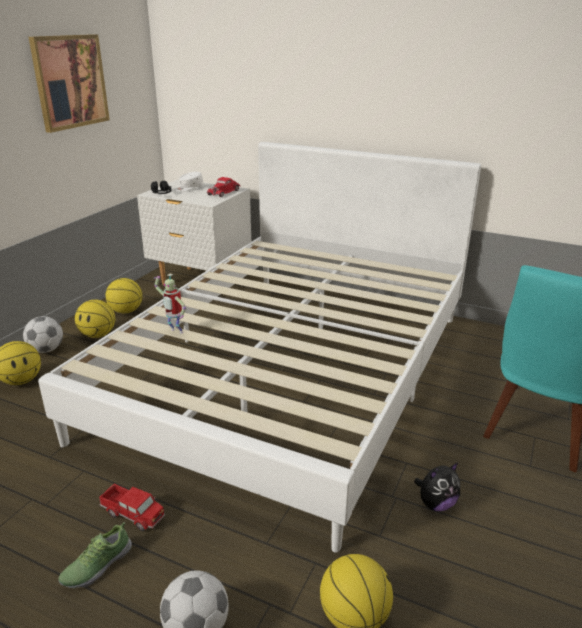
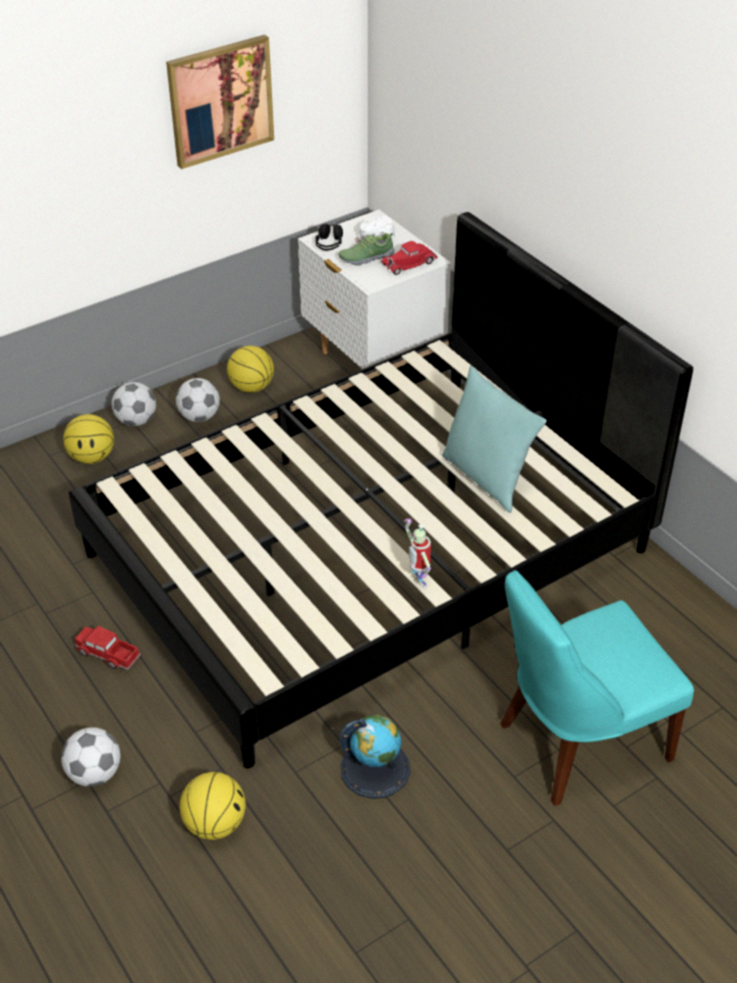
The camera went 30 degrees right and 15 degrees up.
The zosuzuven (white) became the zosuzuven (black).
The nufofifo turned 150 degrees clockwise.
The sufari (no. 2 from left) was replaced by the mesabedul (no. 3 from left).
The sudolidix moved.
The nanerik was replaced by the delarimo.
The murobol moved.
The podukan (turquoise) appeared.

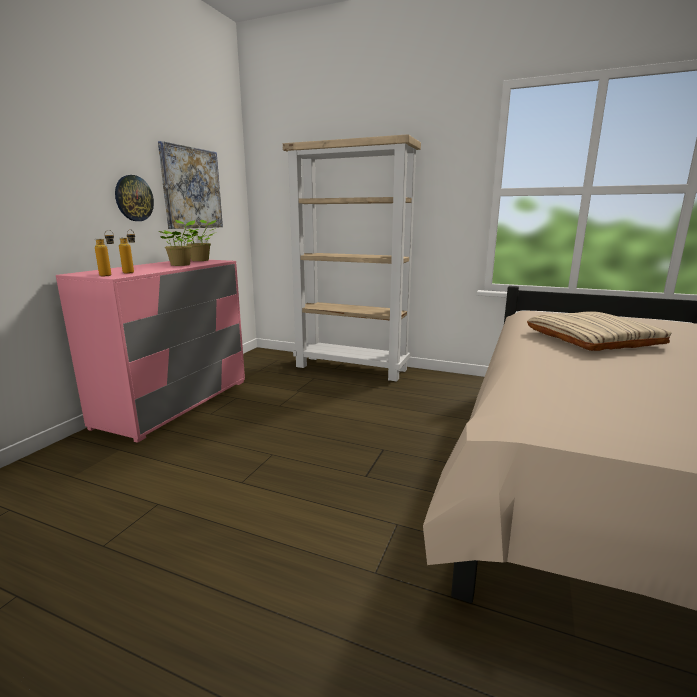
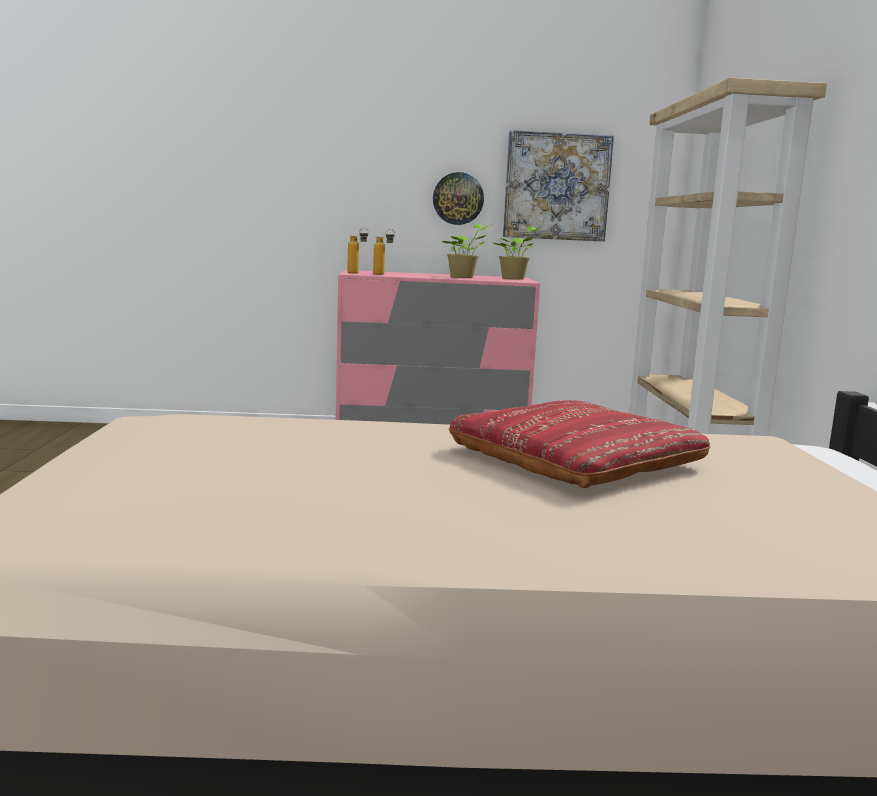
The camera went 65 degrees right and 5 degrees down.
The podukan (beige) became the podukan (red).

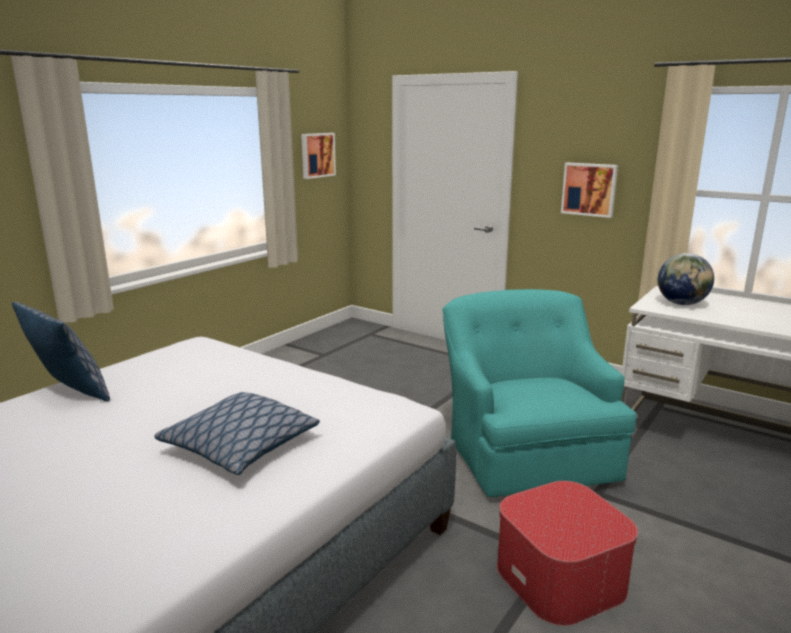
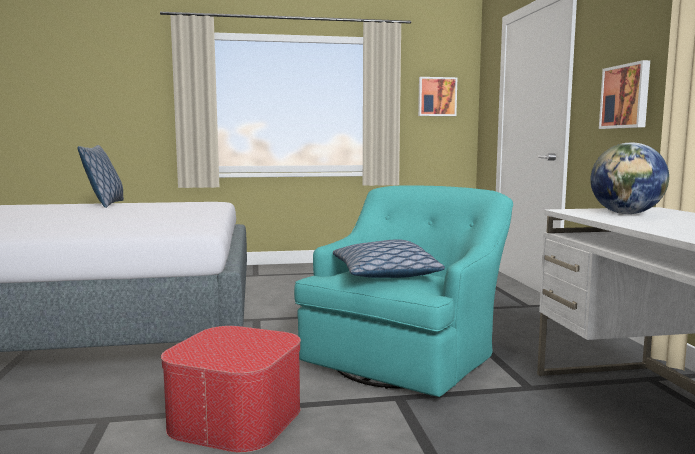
The camera went 45 degrees right and 10 degrees down.
The podukan (no. 2 from left) moved.

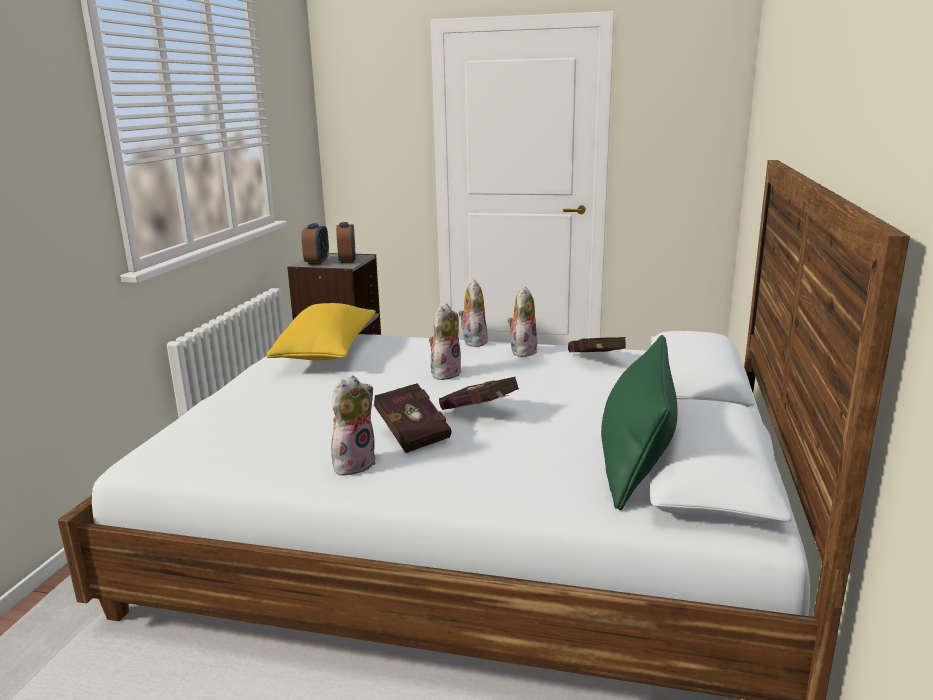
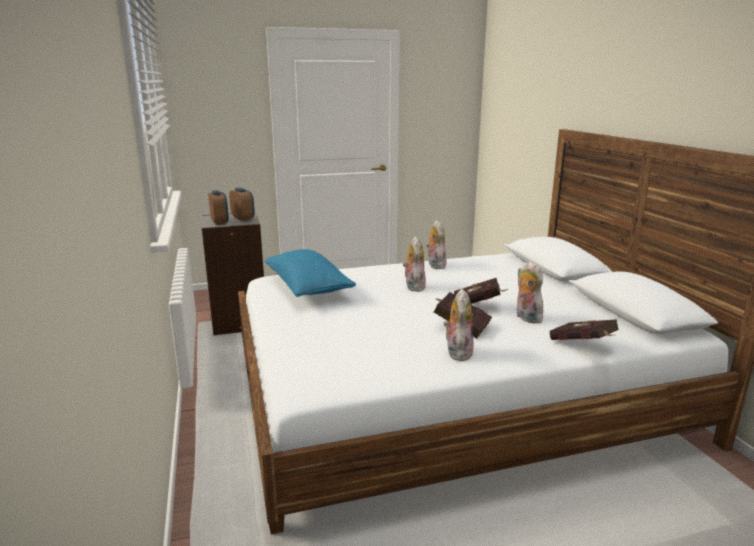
The camera went 30 degrees left and 0 degrees up.
The podukan (yellow) became the podukan (blue).
The nanerik (no. 3 from left in the first image) moved.
The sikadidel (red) (no. 3 from left) moved.
The podukan (green) disappeared.

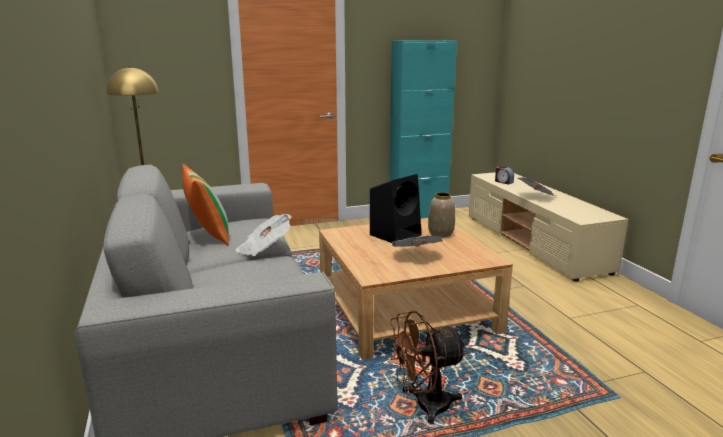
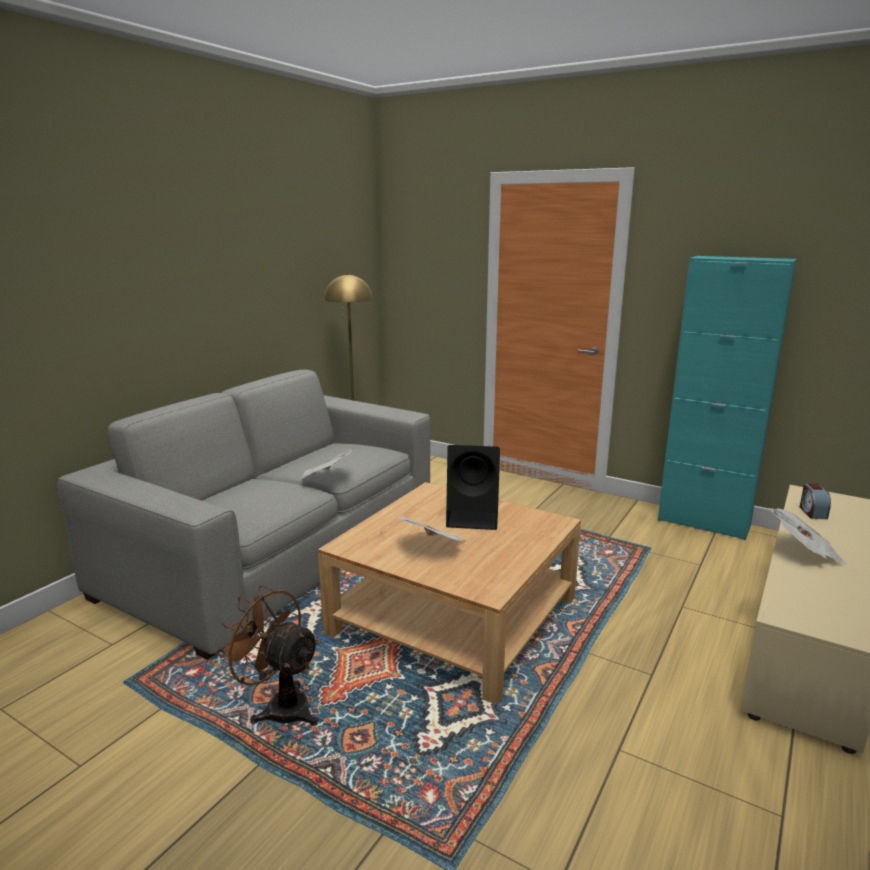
The camera went 50 degrees right and 0 degrees up.
The podukan disappeared.
The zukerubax disappeared.

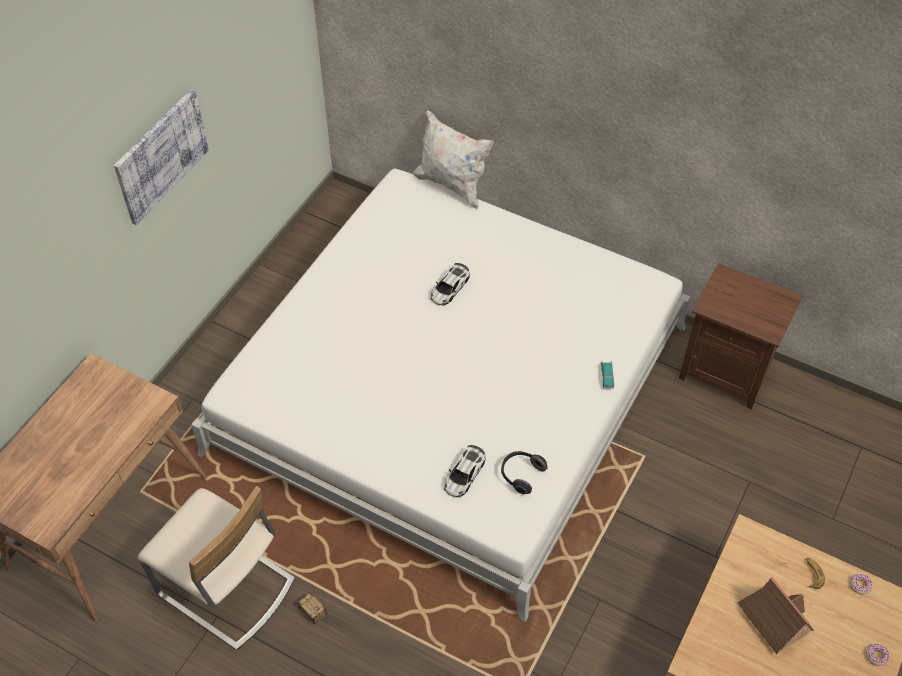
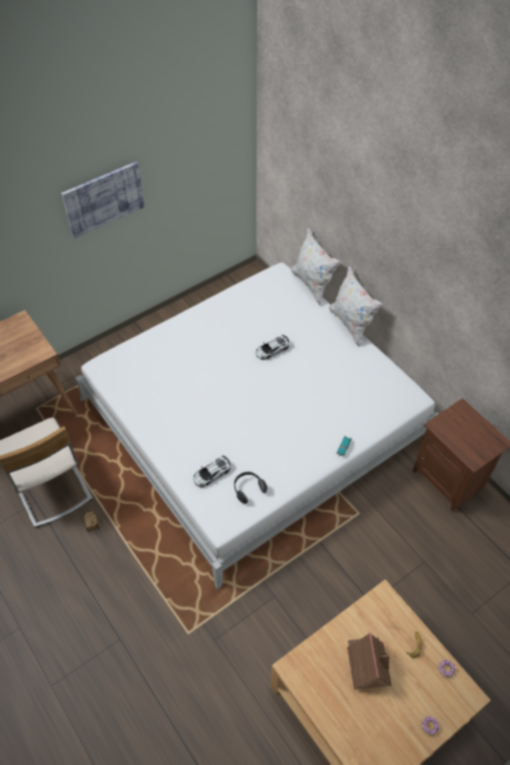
The camera went 25 degrees right and 0 degrees up.
The podukan (white) (no. 2 from left) appeared.

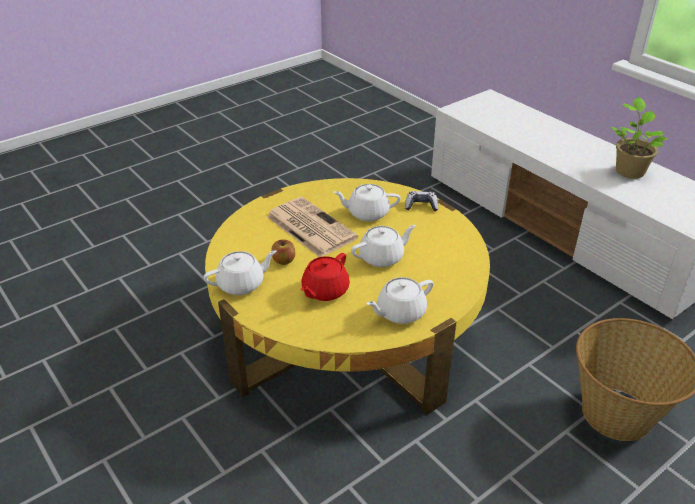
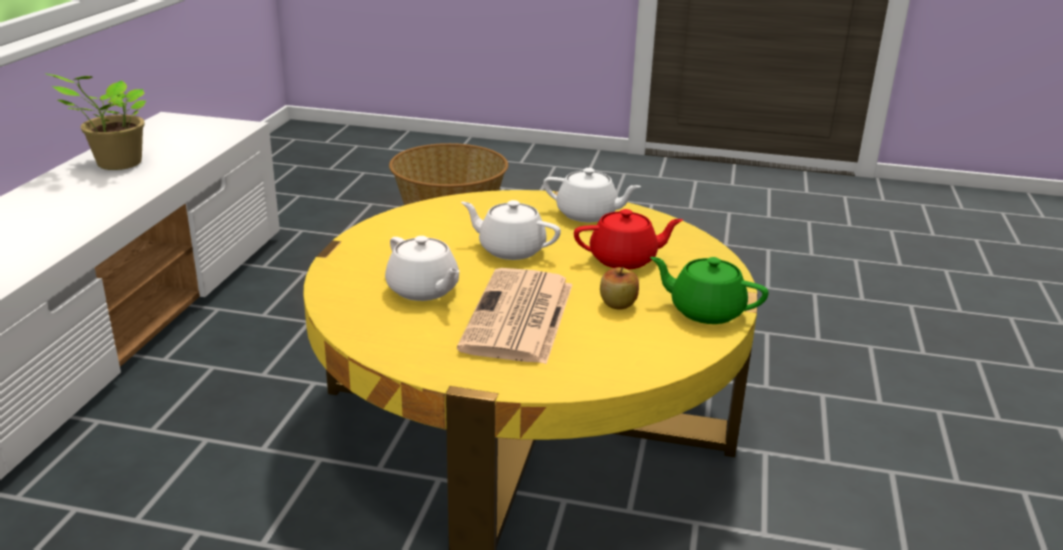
The camera went 130 degrees left and 10 degrees down.
The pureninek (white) (no. 1 from left) became the pureninek (green).
The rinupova disappeared.

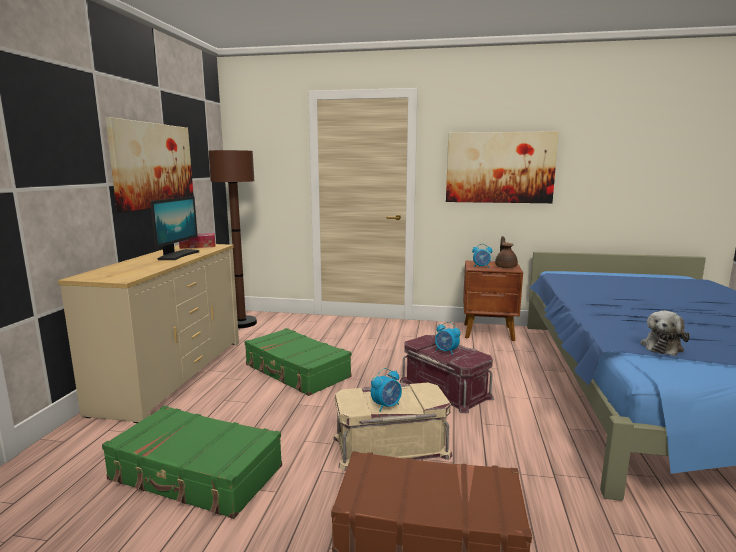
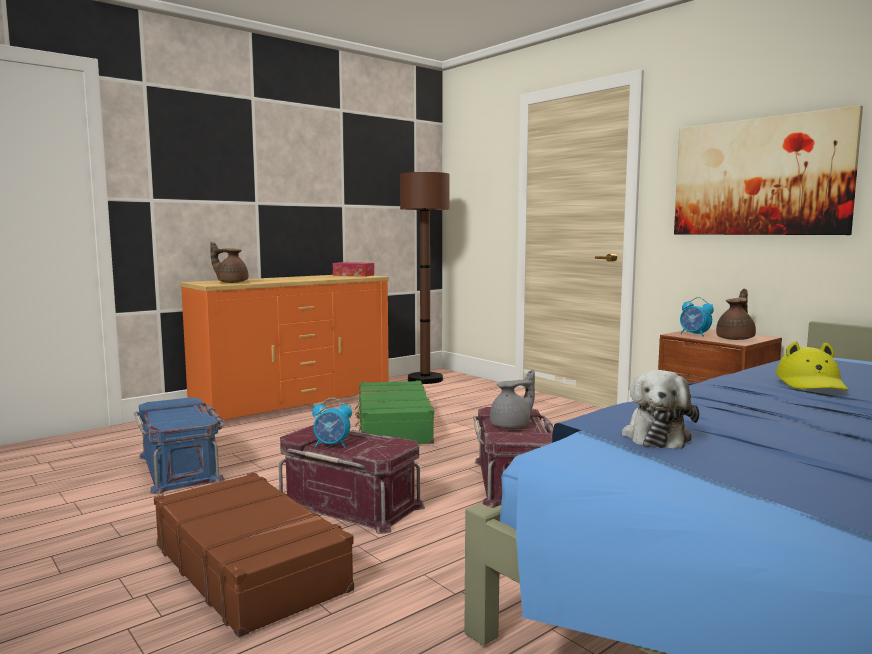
The camera went 40 degrees right and 5 degrees down.
The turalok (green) (no. 1 from left) was replaced by the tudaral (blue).
The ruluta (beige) became the ruluta (orange).
The pureninek (brown) (no. 1 from left) appeared.
The tudaral (beige) became the tudaral (red) (no. 1 from left).
The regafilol (no. 2 from left) was replaced by the pureninek (grey).
The nanerik turned 60 degrees counterclockwise.
The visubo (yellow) appeared.
The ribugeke (no. 1 from left) disappeared.
The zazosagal disappeared.

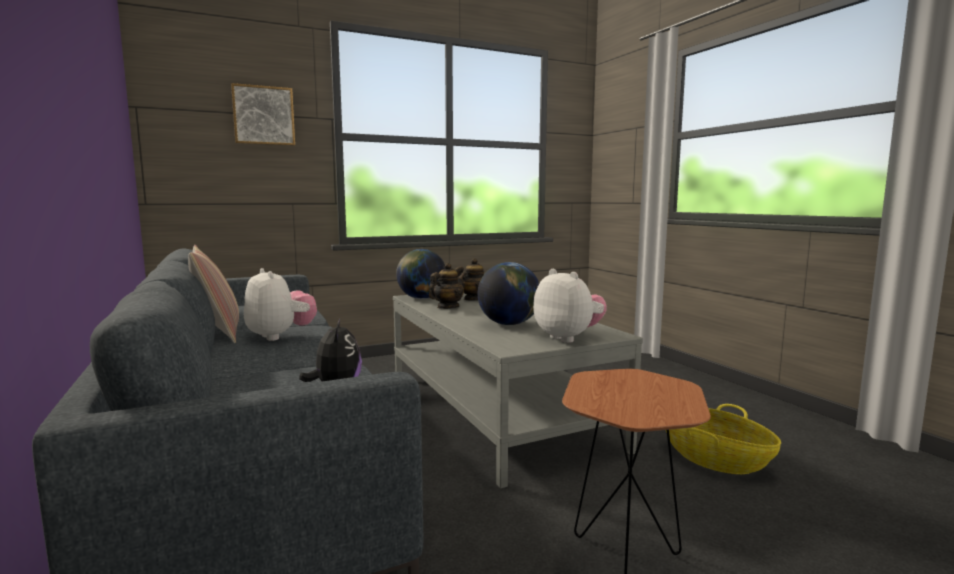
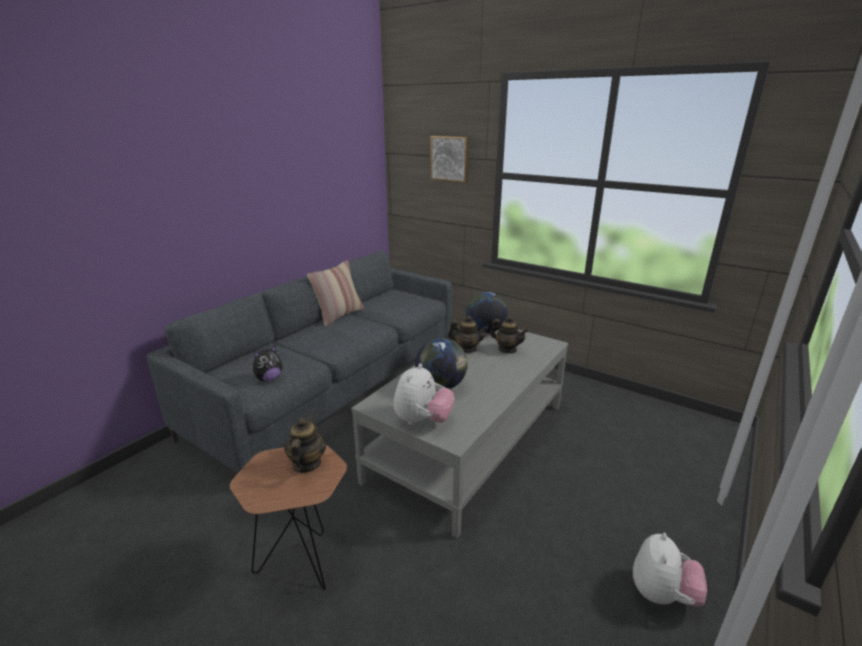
The camera went 60 degrees right and 15 degrees up.
The pureninek (no. 1 from left) appeared.
The nanerik (no. 1 from left in the first image) moved.
The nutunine disappeared.

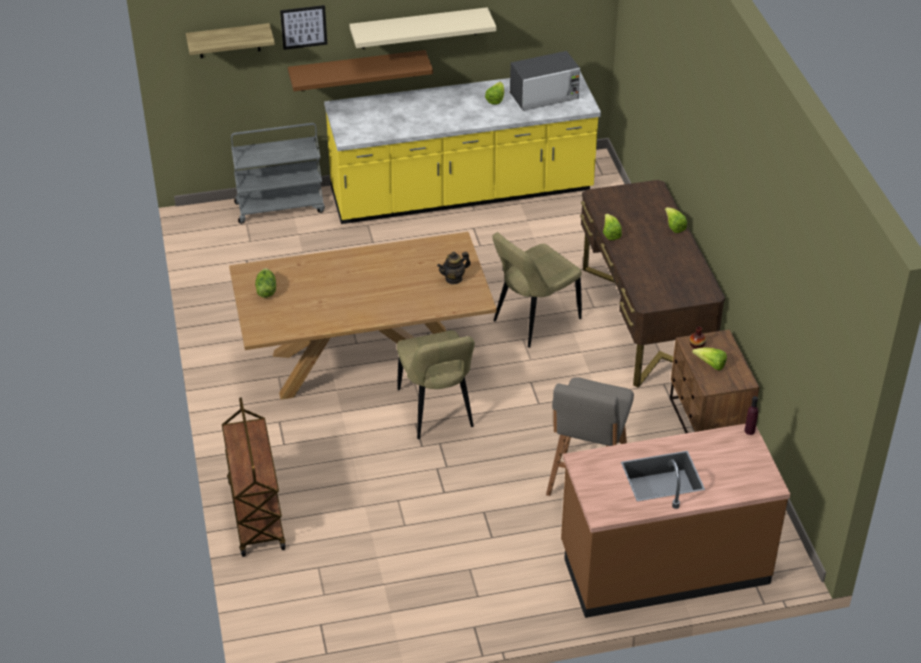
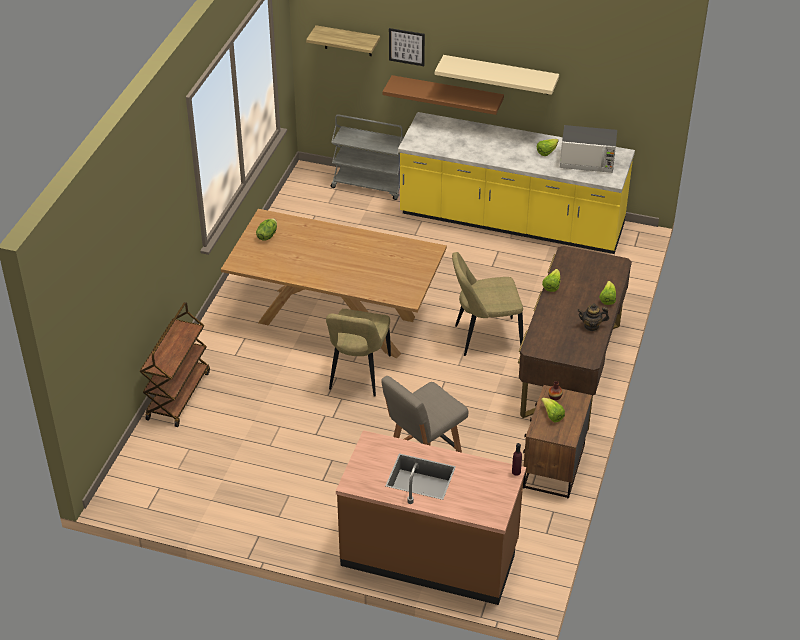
The camera went 30 degrees right and 0 degrees up.
The pureninek moved.

